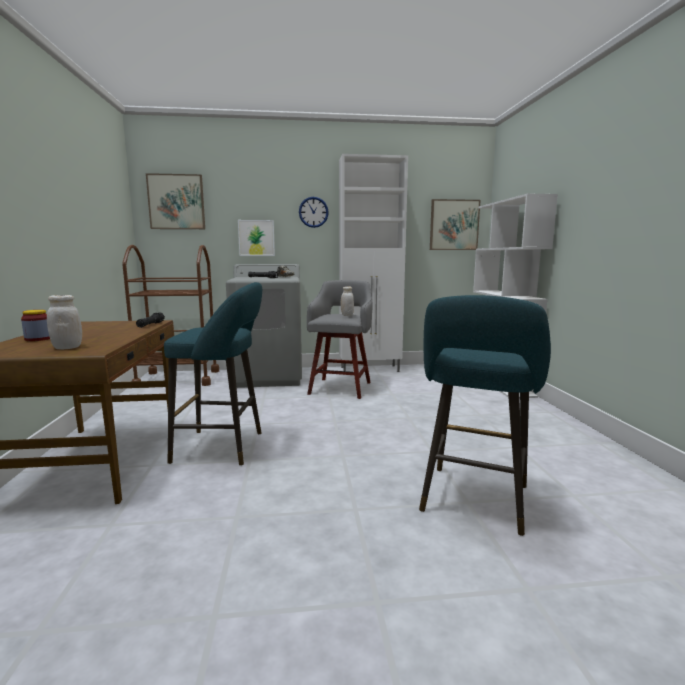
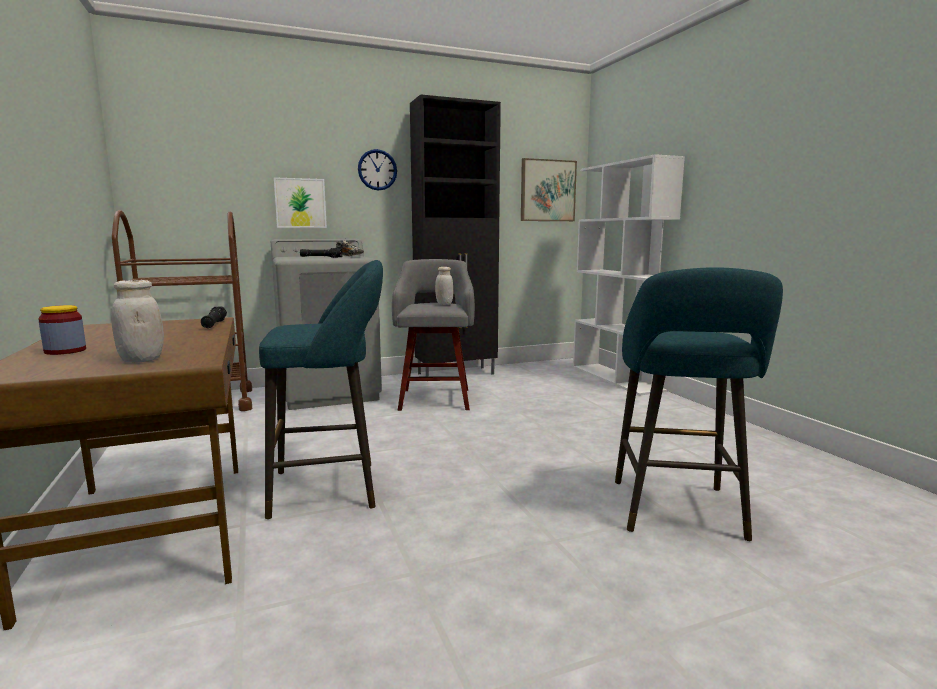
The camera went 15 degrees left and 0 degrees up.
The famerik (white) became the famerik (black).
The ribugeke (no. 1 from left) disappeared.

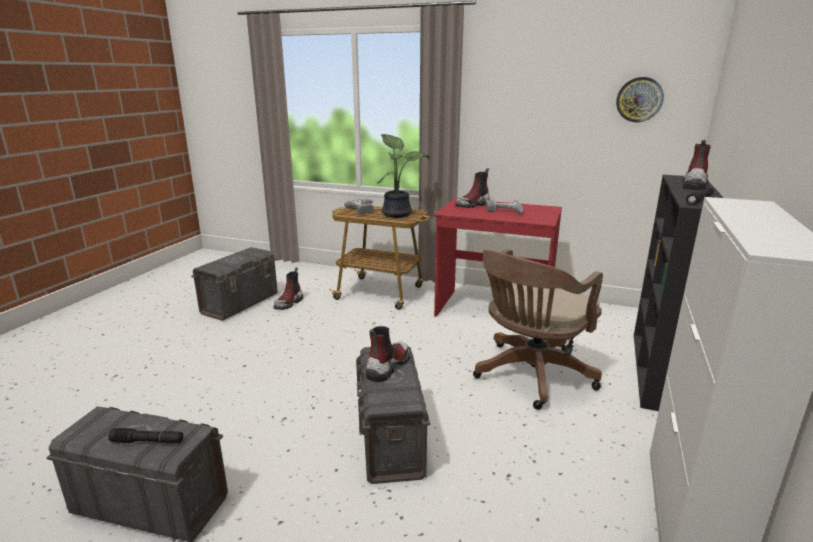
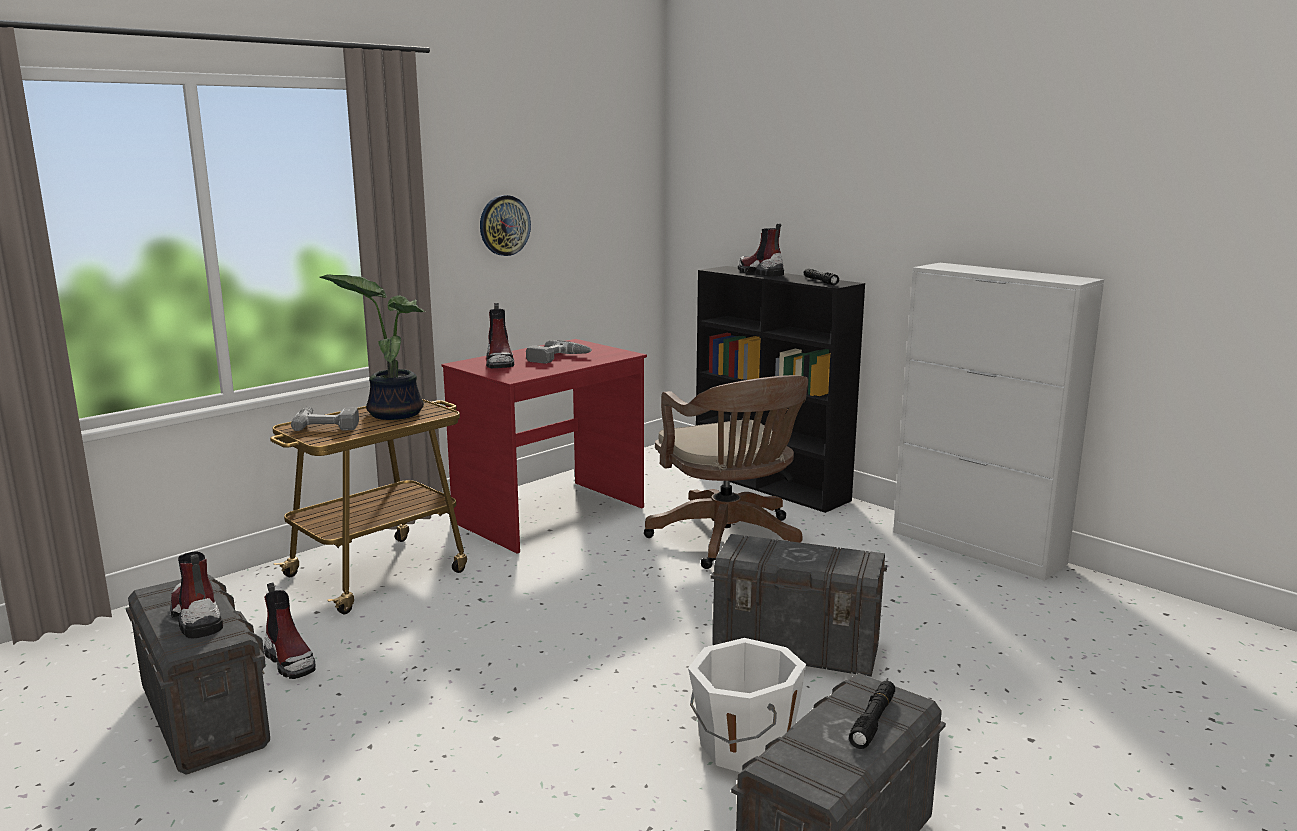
The camera went 65 degrees left and 5 degrees down.
The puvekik (no. 2 from left in the first image) moved.
The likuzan moved.
The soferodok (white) appeared.

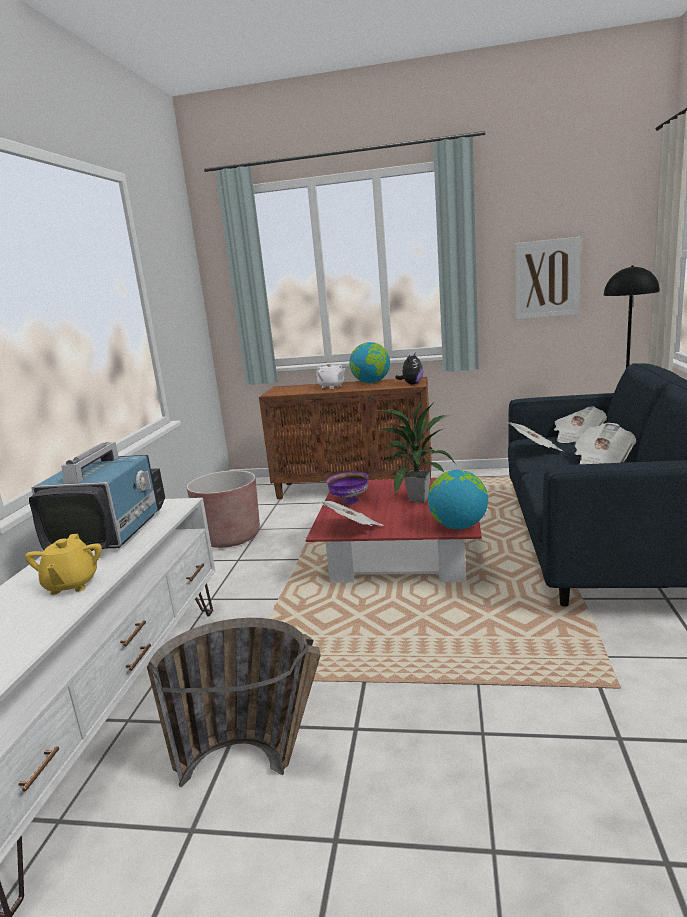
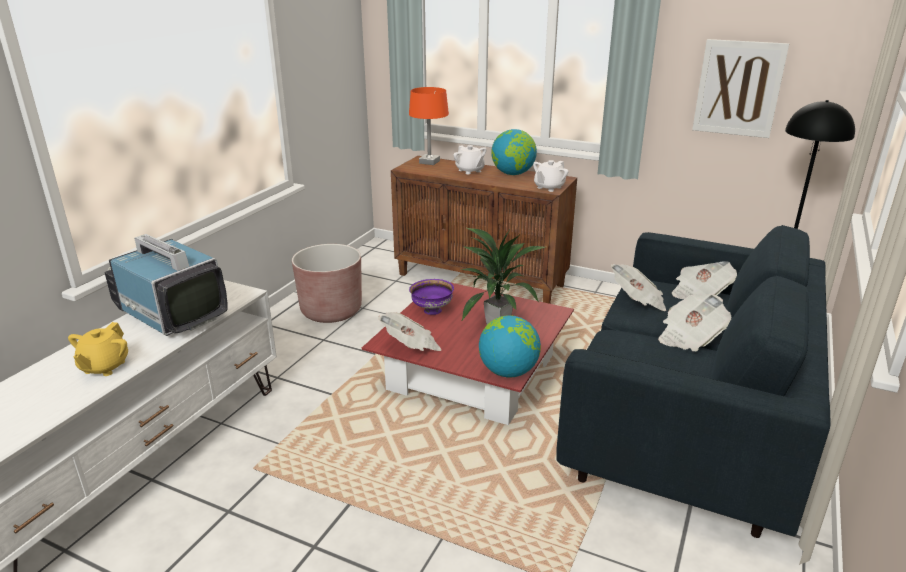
The camera went 15 degrees right and 10 degrees up.
The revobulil turned 75 degrees counterclockwise.
The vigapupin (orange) appeared.
The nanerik was replaced by the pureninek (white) (no. 2 from left).
The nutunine disappeared.

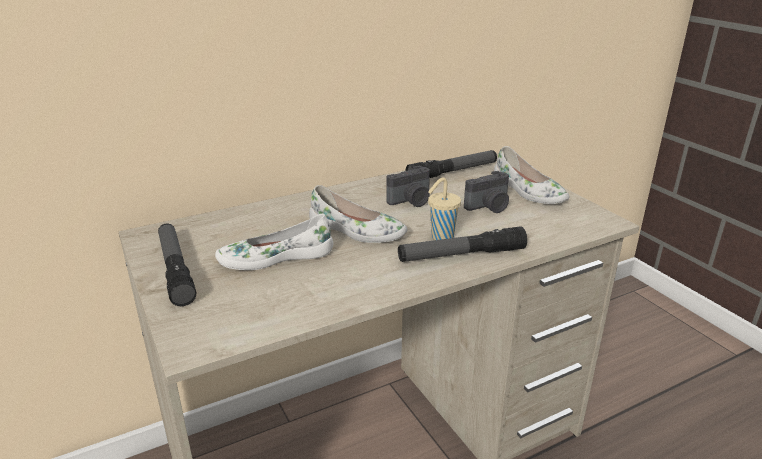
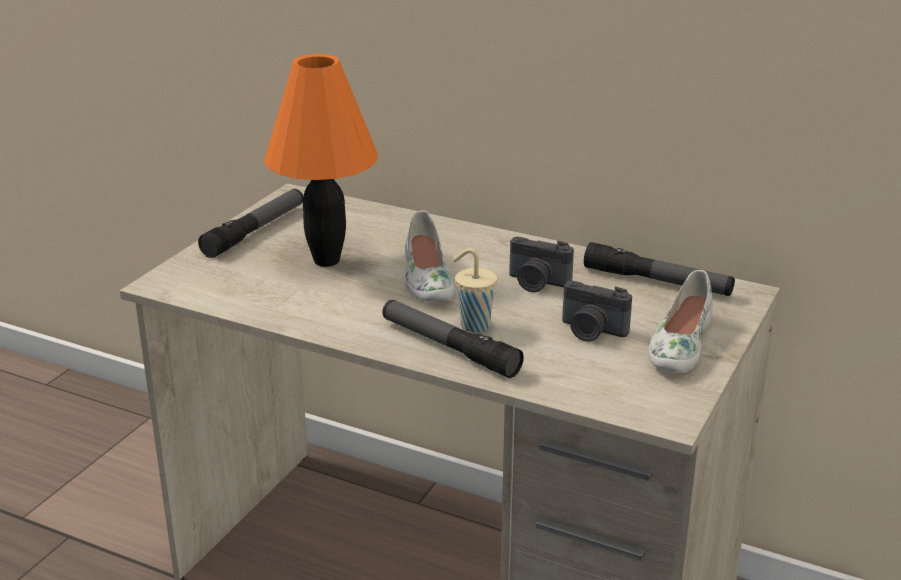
The camera went 55 degrees right and 0 degrees up.
The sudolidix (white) (no. 1 from left) was replaced by the vigapupin (orange).

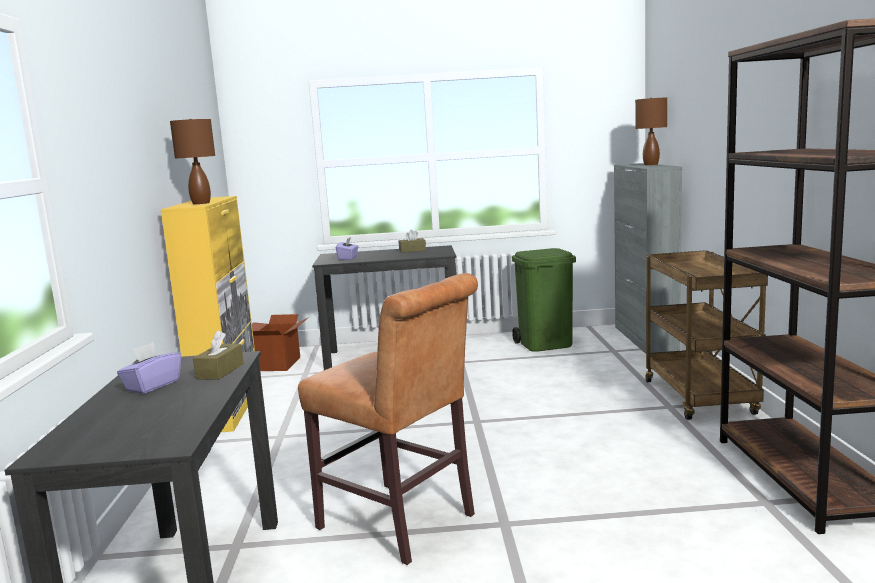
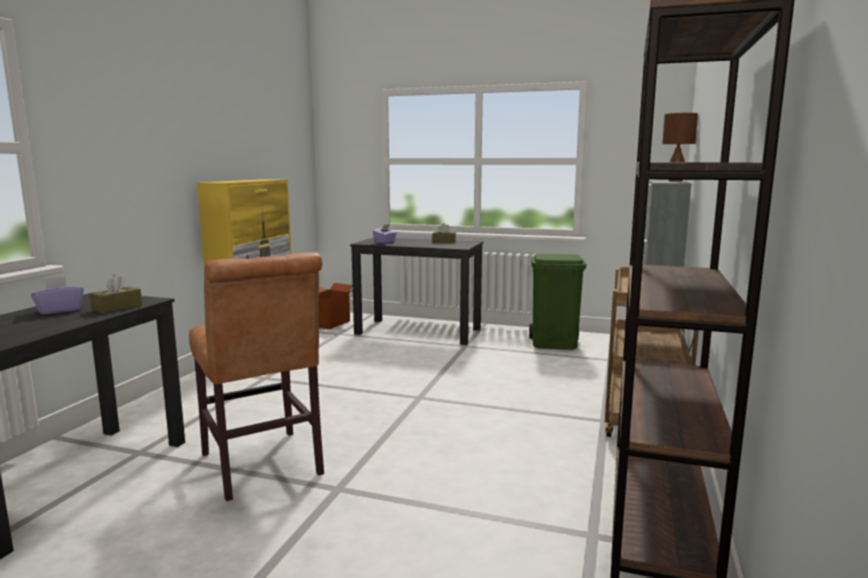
The camera went 20 degrees right and 0 degrees up.
The vigapupin (brown) (no. 1 from left) disappeared.

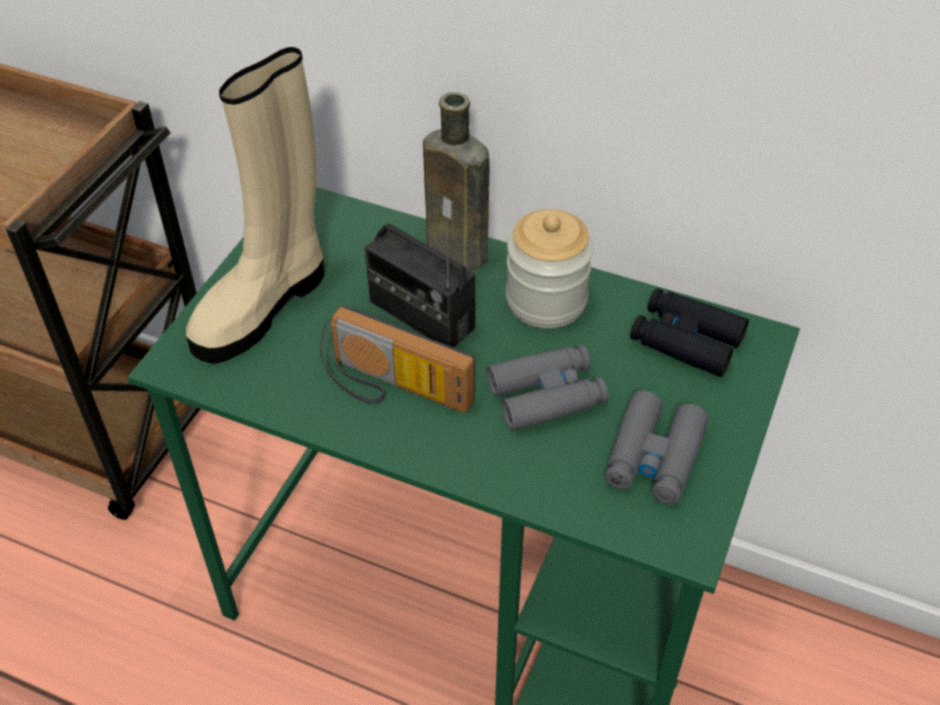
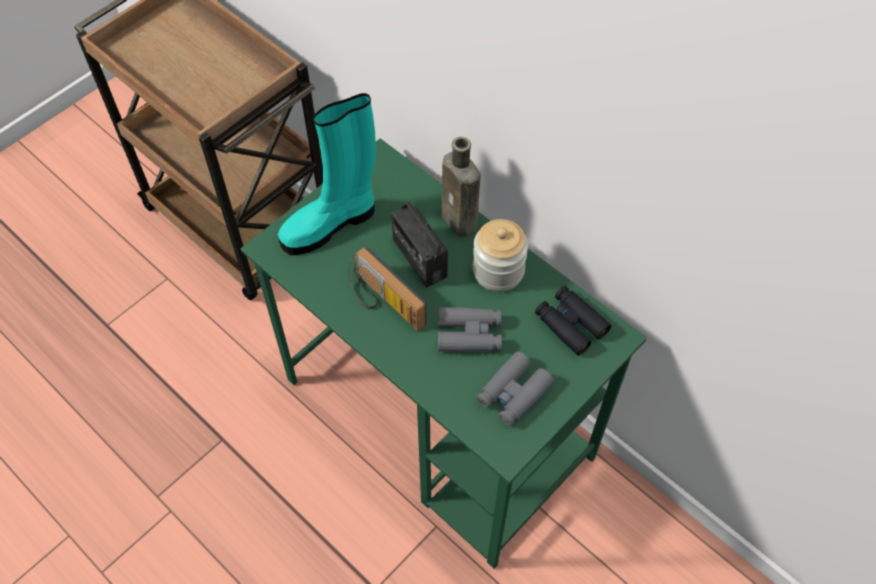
The camera went 20 degrees right and 10 degrees up.
The puvekik (beige) became the puvekik (turquoise).

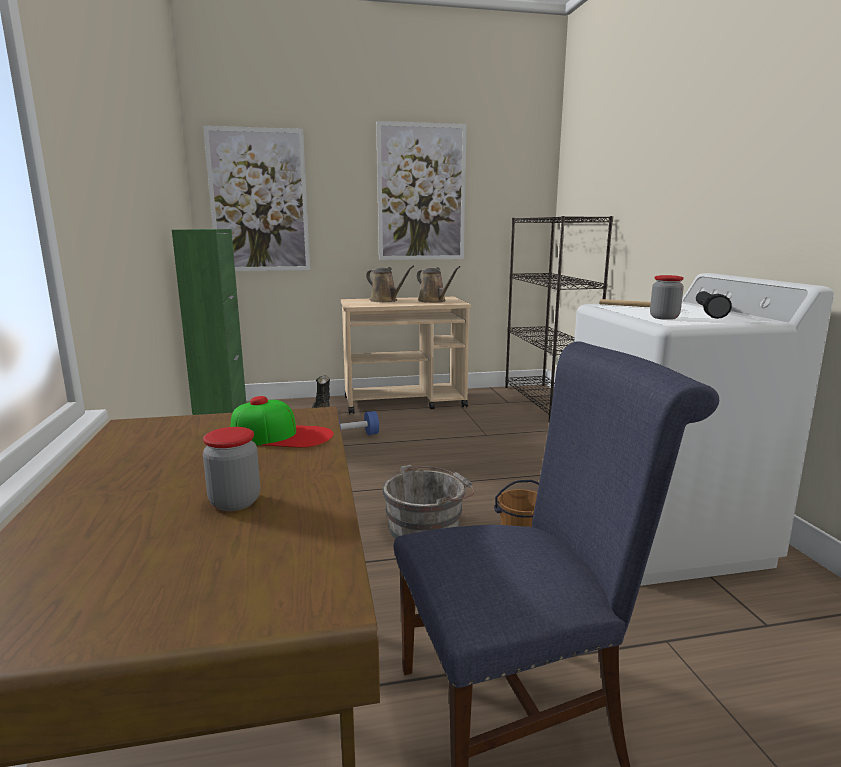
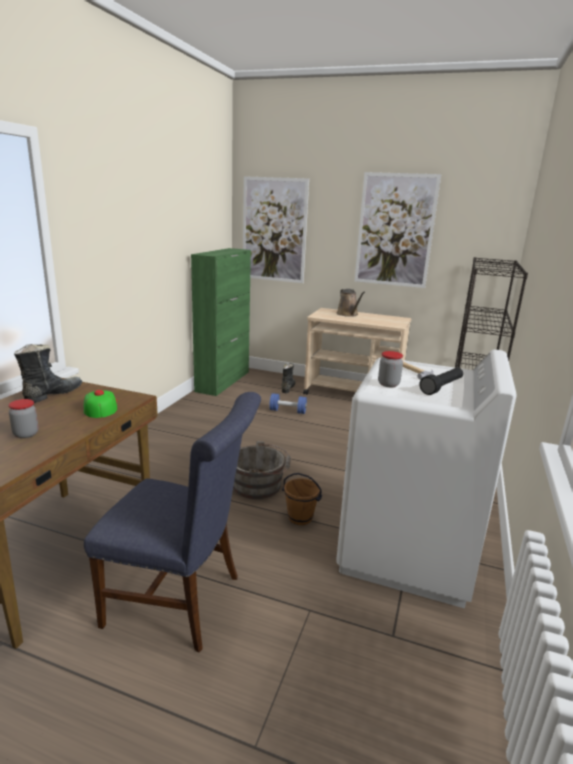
The camera went 30 degrees right and 5 degrees up.
The puvekik (black) (no. 1 from left) appeared.
The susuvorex turned 150 degrees counterclockwise.
The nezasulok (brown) (no. 2 from left) disappeared.

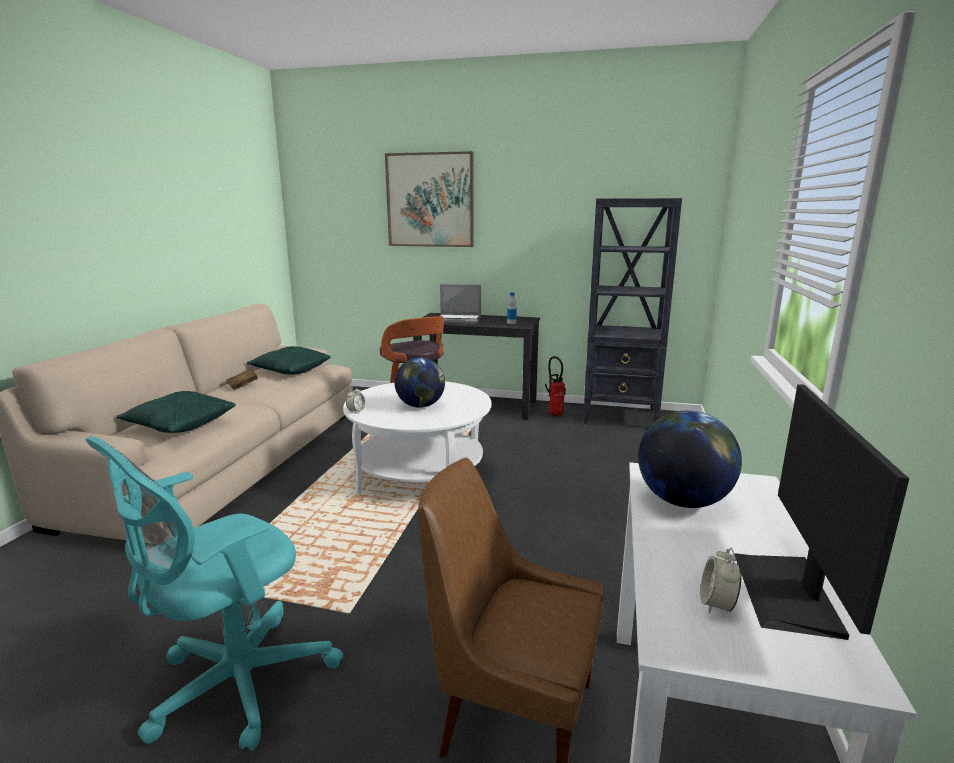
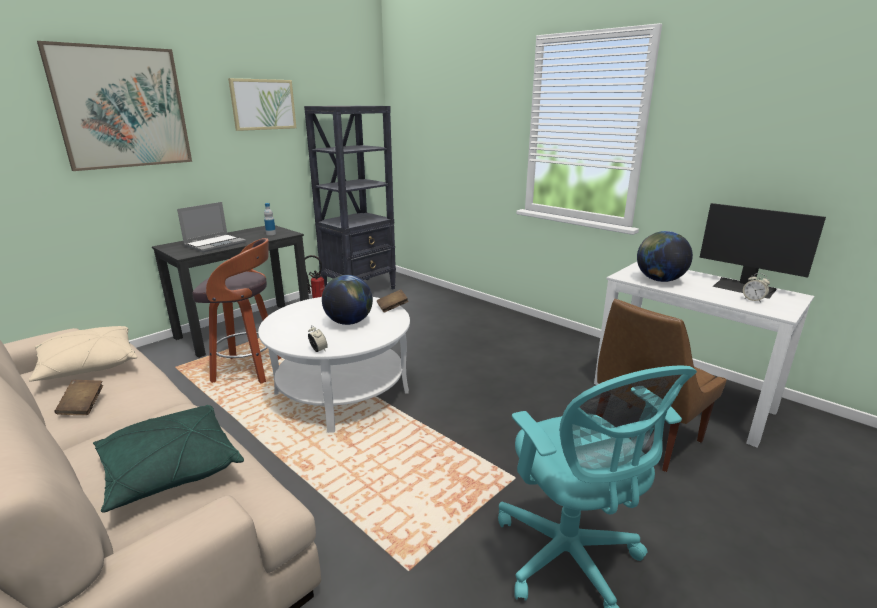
The camera went 60 degrees left and 5 degrees up.
The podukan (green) (no. 2 from left) became the podukan (beige).
The ribugeke (no. 2 from left) appeared.
The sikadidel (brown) (no. 2 from left) appeared.

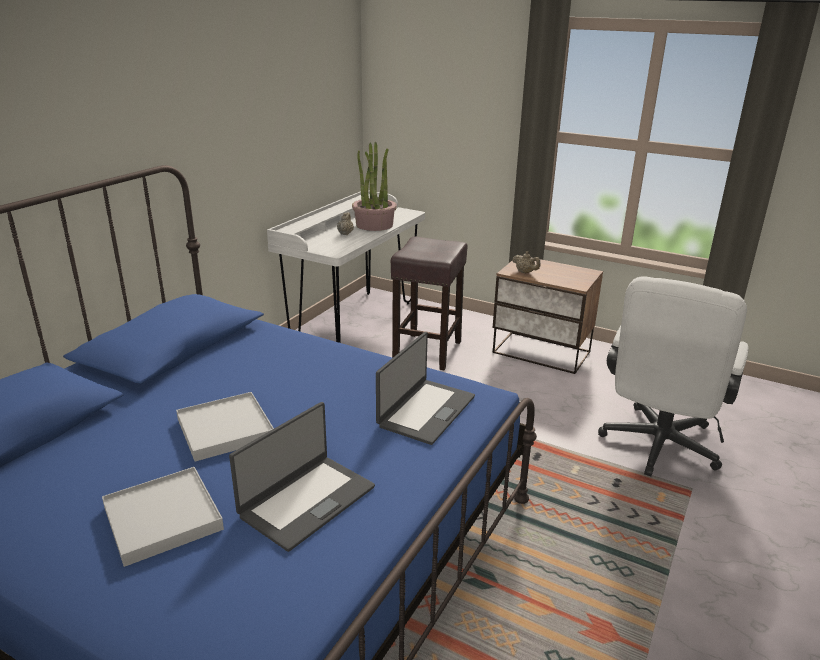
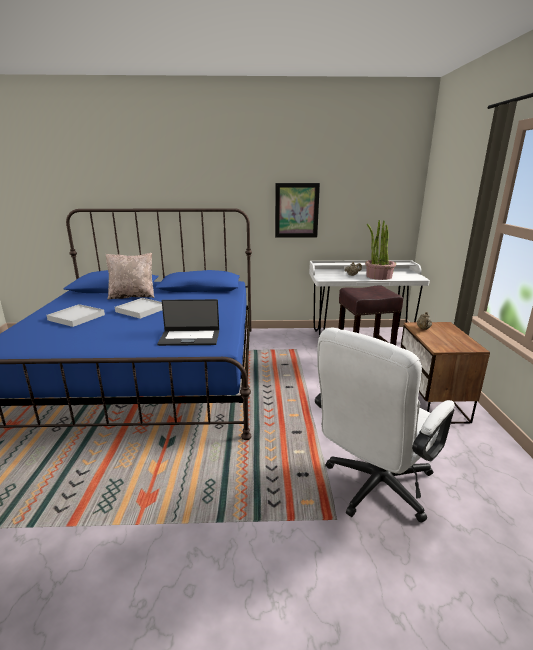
The camera went 60 degrees right and 5 degrees down.
The podukan (beige) appeared.
The ribugeke appeared.
The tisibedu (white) turned 45 degrees counterclockwise.
The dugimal (no. 1 from left) disappeared.

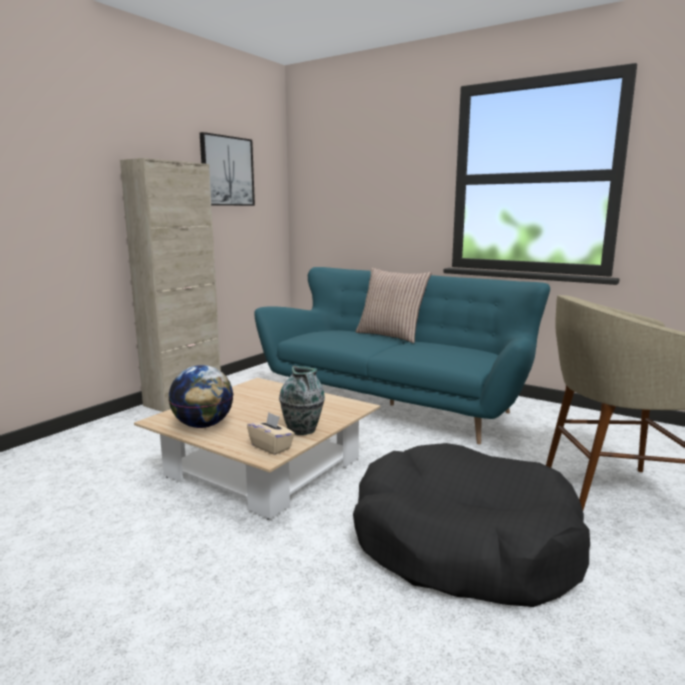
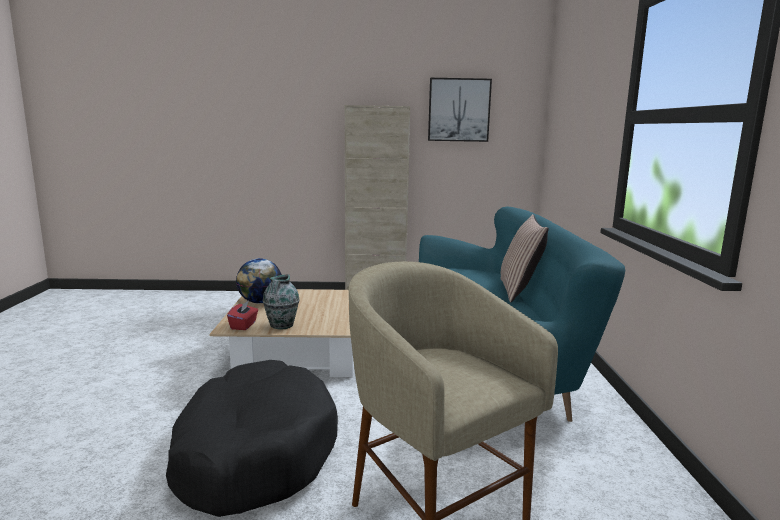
The camera went 55 degrees right and 0 degrees up.
The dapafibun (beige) became the dapafibun (red).

